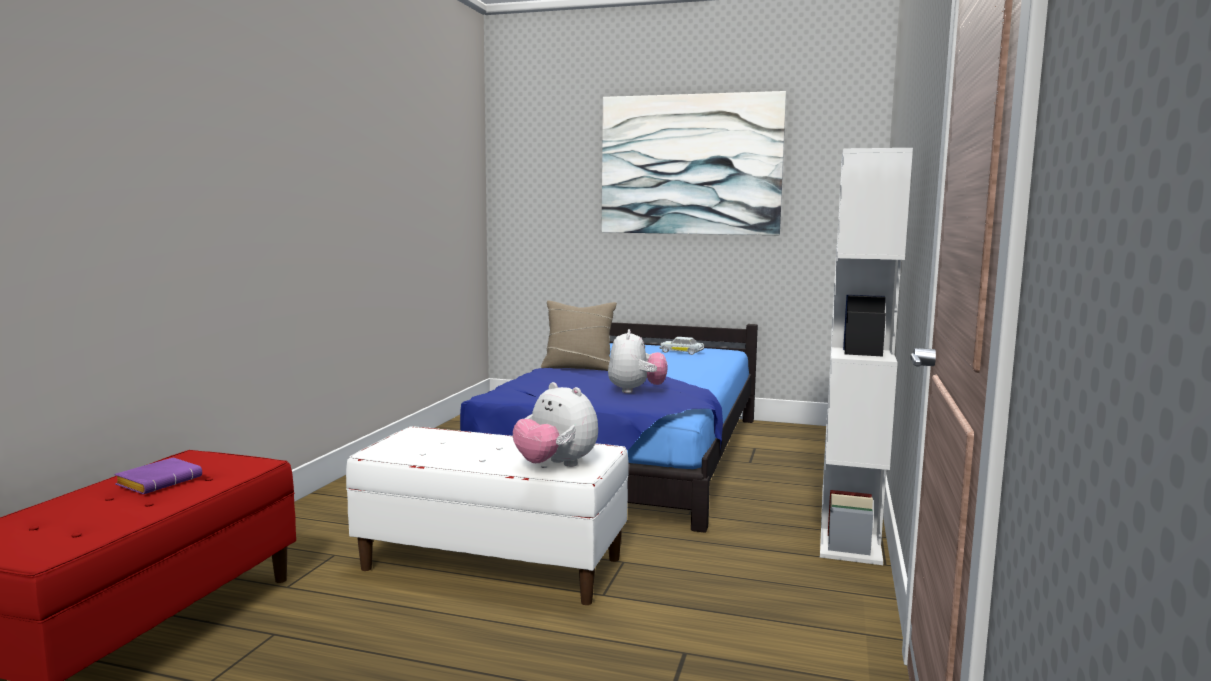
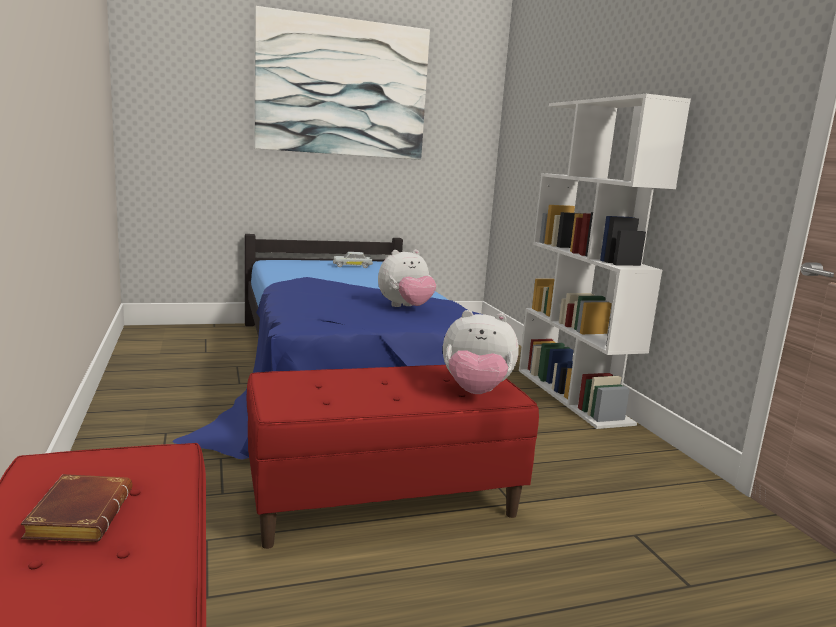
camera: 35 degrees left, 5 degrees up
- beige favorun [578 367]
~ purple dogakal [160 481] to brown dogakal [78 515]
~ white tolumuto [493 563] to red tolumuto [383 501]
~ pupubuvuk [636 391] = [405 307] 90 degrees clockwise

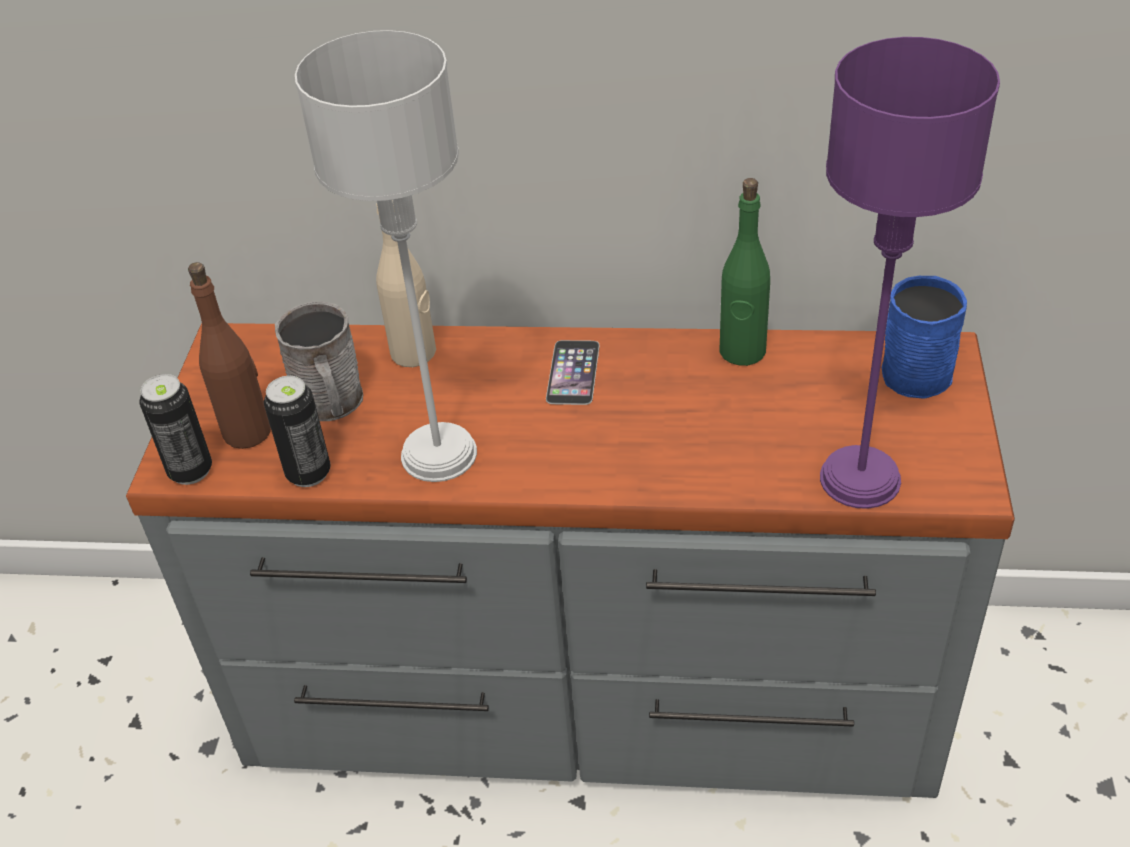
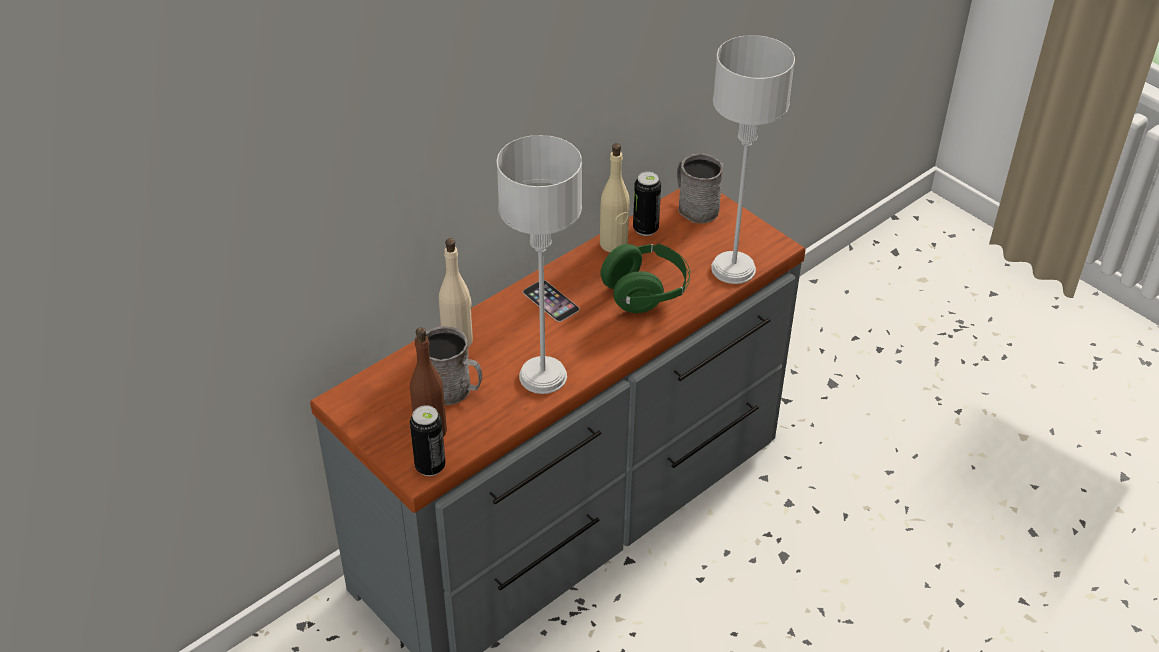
camera: 50 degrees left, 0 degrees up
+ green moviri [646 292]
~ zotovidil [308 473] to [645 229]
~ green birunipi [742 351] to beige birunipi [614 244]
~ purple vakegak [860 480] to grey vakegak [734 269]
~ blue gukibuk [916 366] to grey gukibuk [694 207]

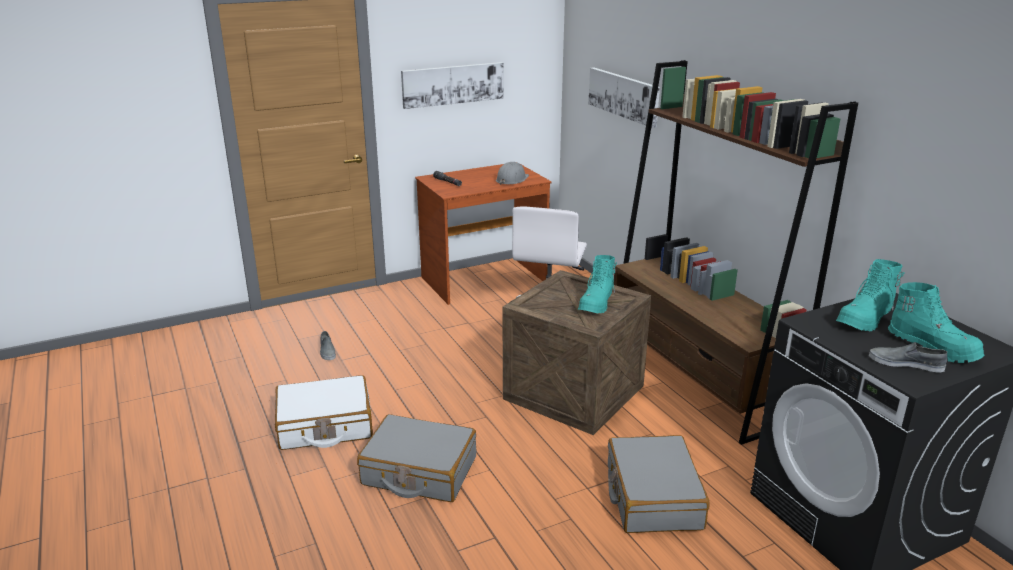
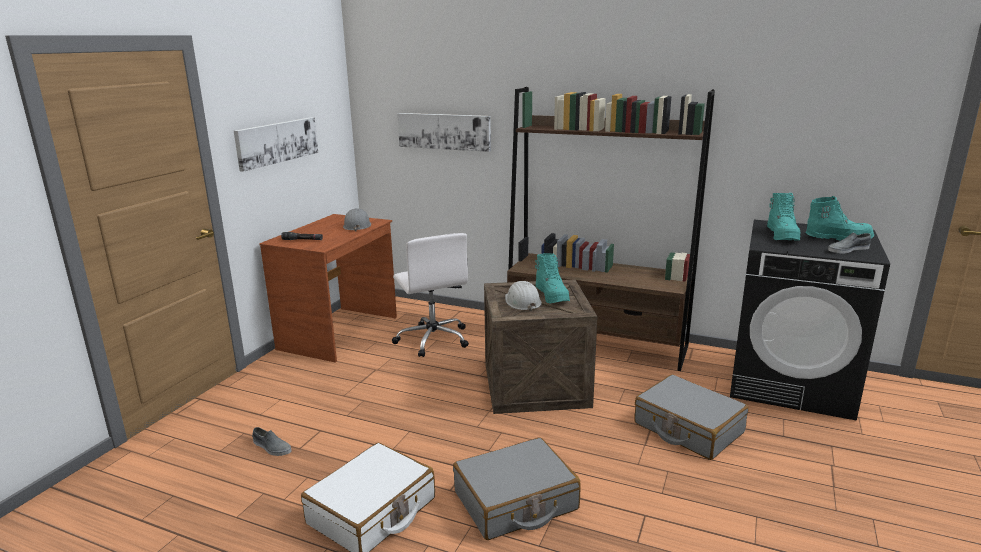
camera: 40 degrees left, 5 degrees down
+ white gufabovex [522 302]

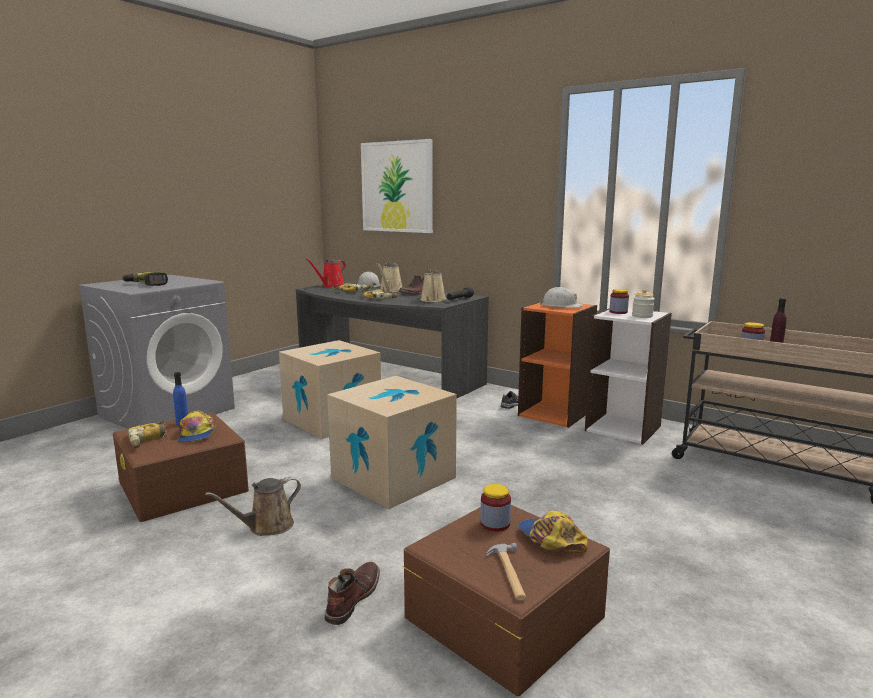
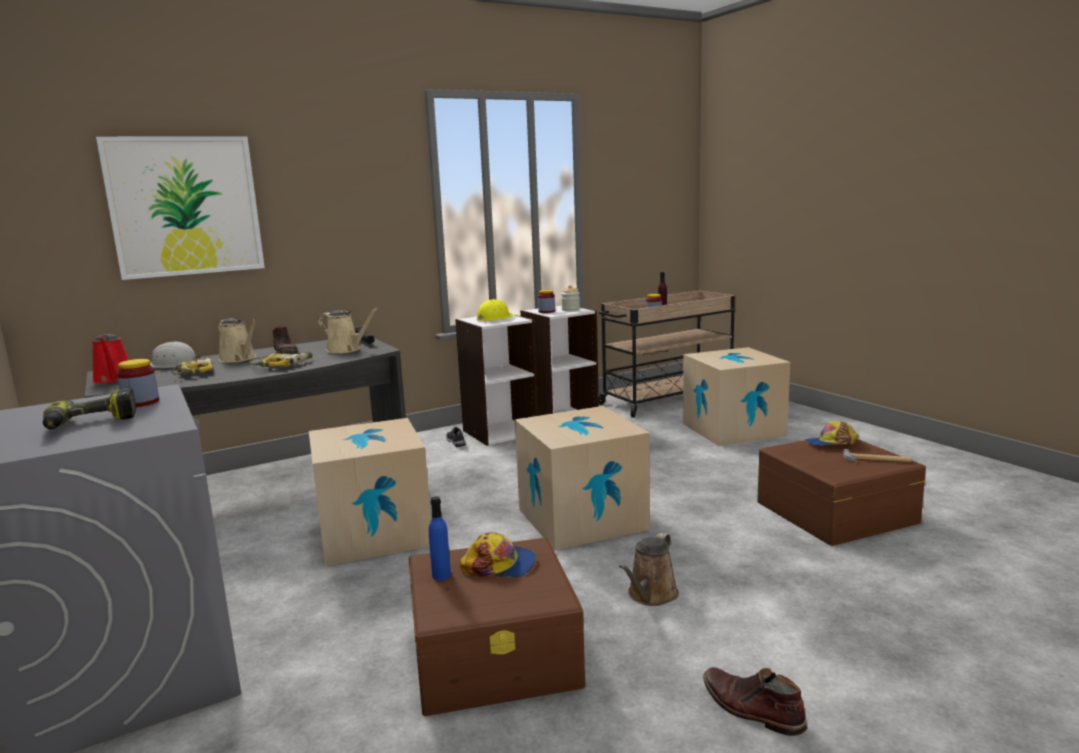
camera: 65 degrees left, 0 degrees up
- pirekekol [149 439]
+ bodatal [733 429]
~ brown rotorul [352 598] to [751 709]
~ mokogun [495 523] to [141 402]
~ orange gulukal [554 413] to white gulukal [500 432]
~ white gufabovex [561 305] to yellow gufabovex [494 318]
~ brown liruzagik [267 527] = [650 595] 45 degrees clockwise

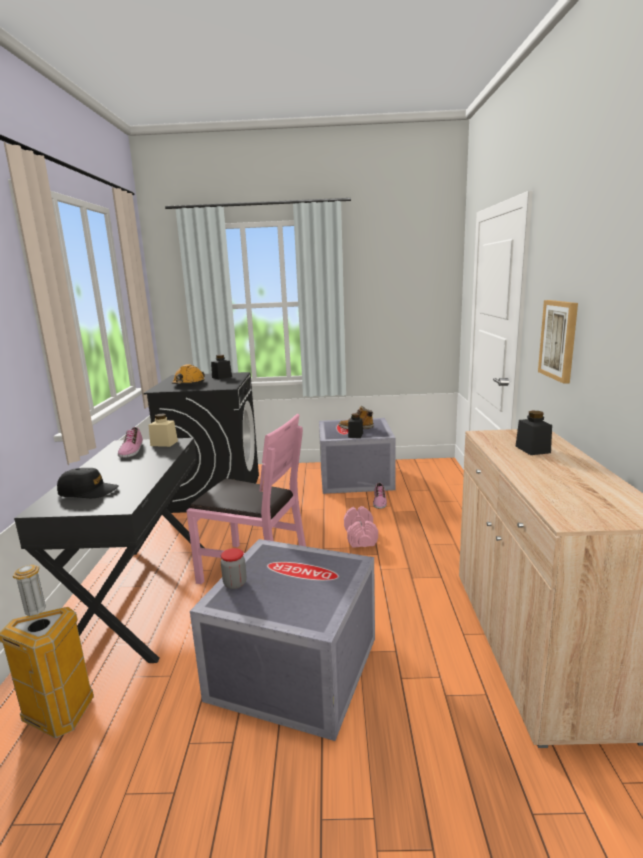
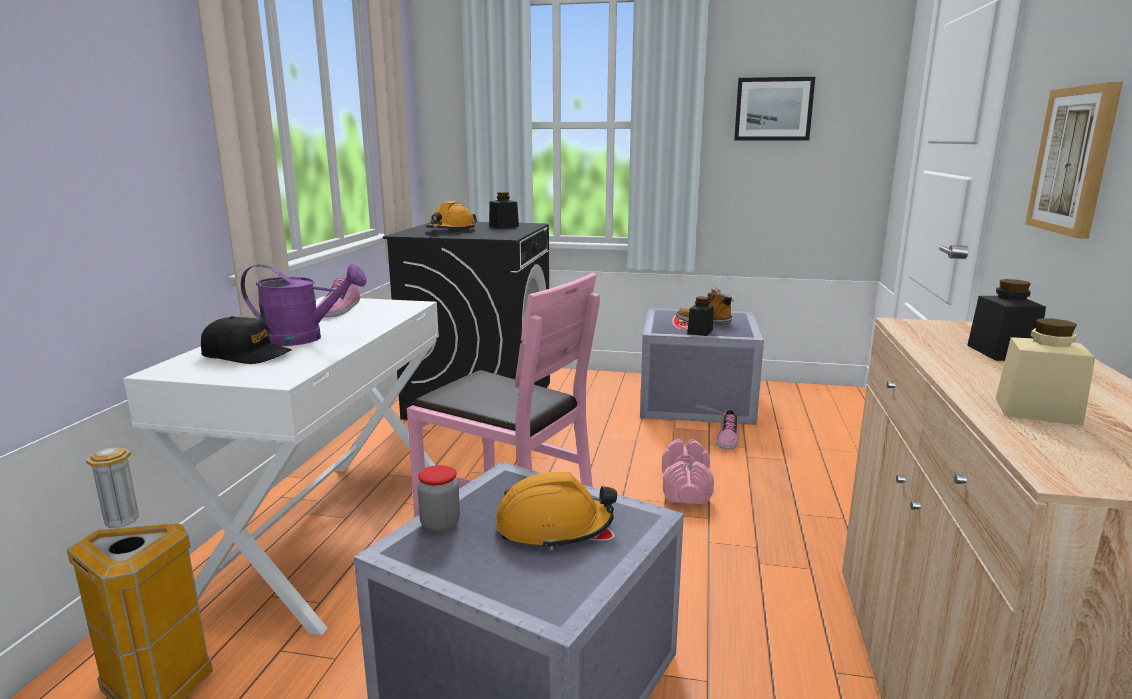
camera: 10 degrees right, 0 degrees up
+ purple liruzagik [304 338]
+ orange gufabovex [554 527]
+ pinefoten [773 109]
~ beige mokogun [164 443] to [1037 411]
~ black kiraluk [141 598] to white kiraluk [330 534]

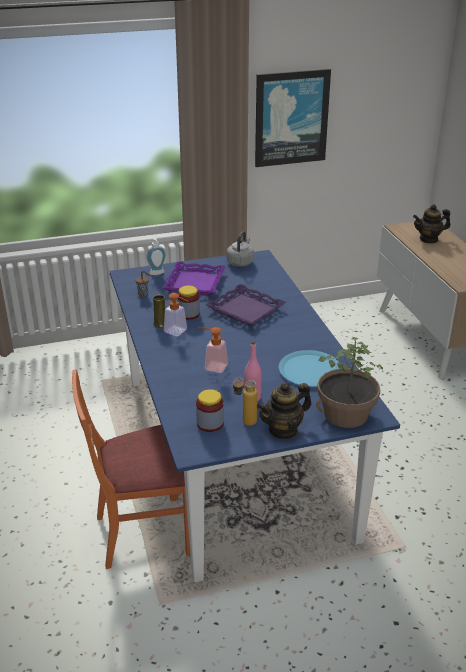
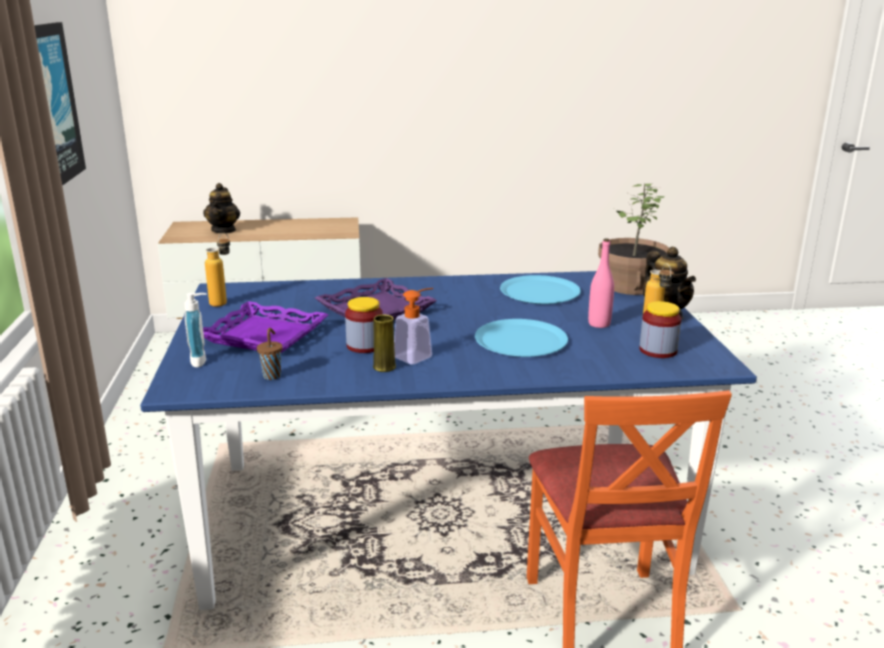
camera: 80 degrees left, 10 degrees down
~ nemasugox [212 366] to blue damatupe [521 340]
~ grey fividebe [240 262] to birunipi [223 301]

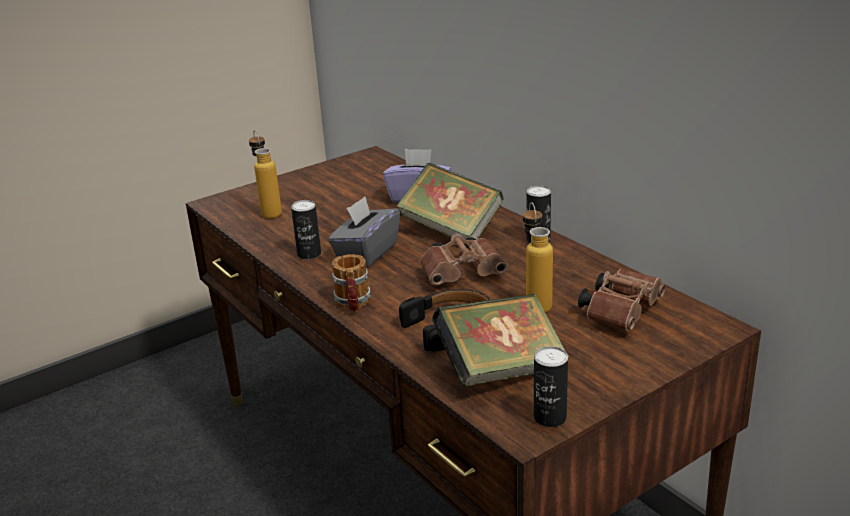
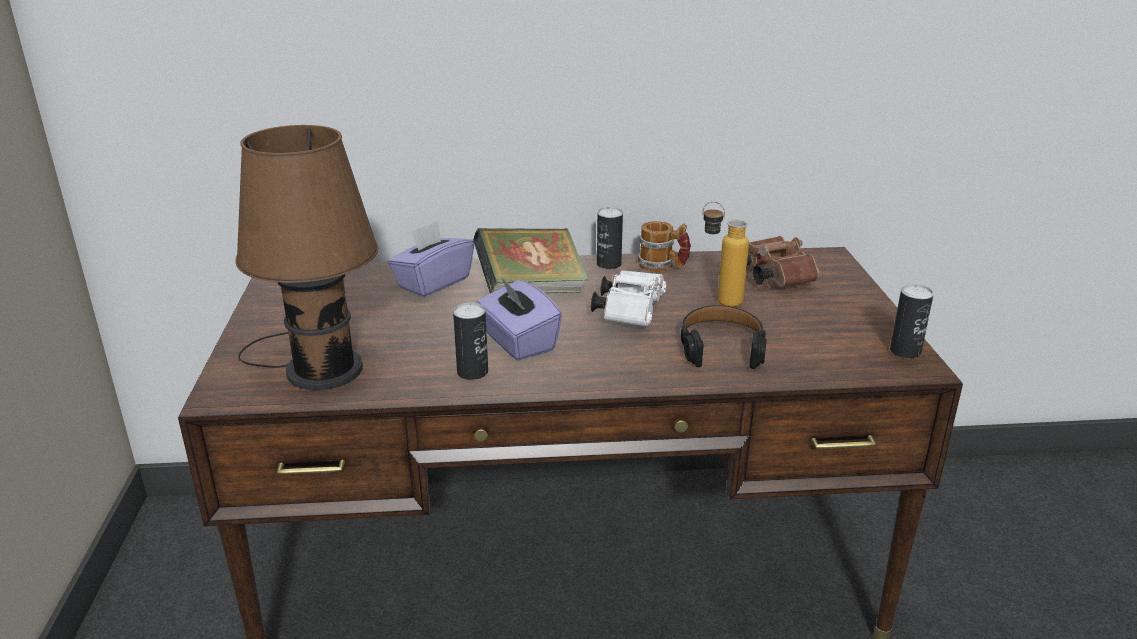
camera: 60 degrees left, 0 degrees up
- dogakal [500 371]
~ gukibuk [353 304] to [663 266]
~ birunipi [269 211] to brown vakegak [318 367]
~ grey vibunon [366 253] to purple vibunon [518 342]
~ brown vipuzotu [464 274] to white vipuzotu [630 311]

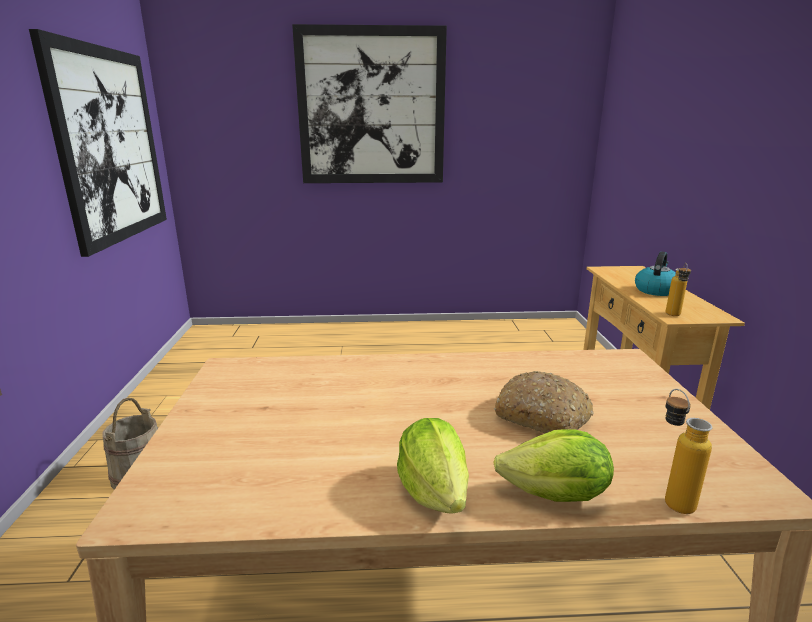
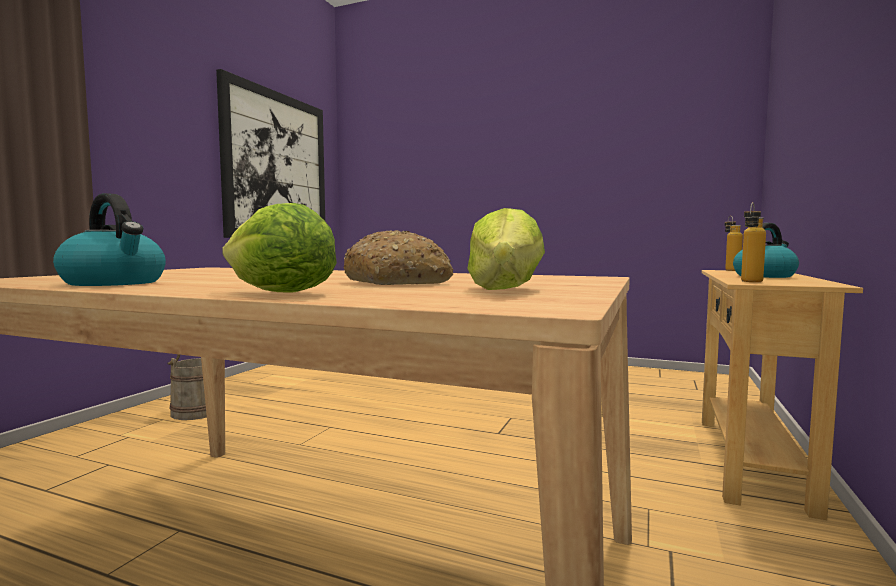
camera: 25 degrees right, 15 degrees down
- pinefoten [371 107]
+ fividebe [115 283]
~ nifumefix [434 491] to [506 289]
~ birunipi [670 497] to [730 270]

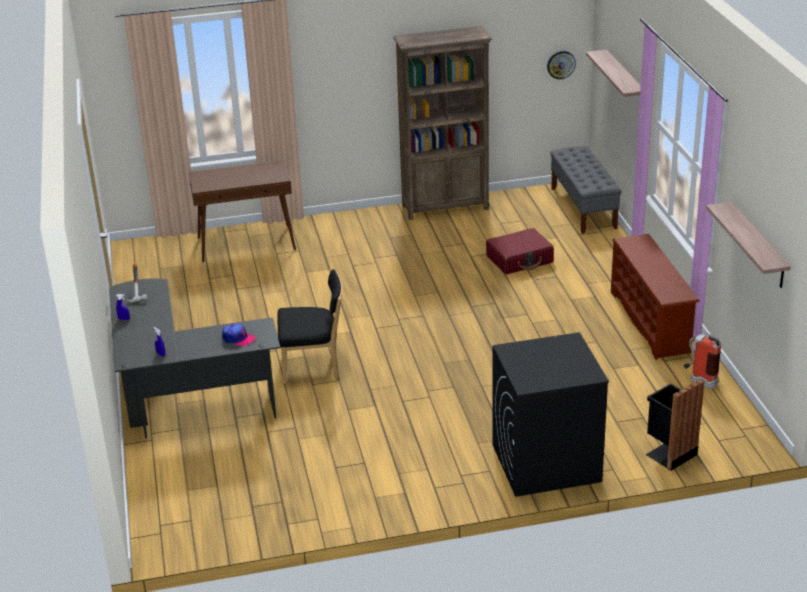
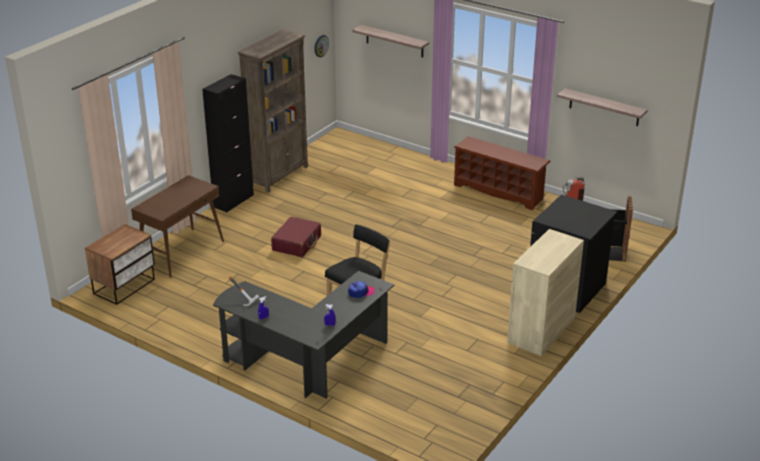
camera: 45 degrees left, 0 degrees up
- grey tolumuto [583 208]
+ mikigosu [125 286]
+ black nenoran [233 201]
+ beige nenoran [541 330]
~ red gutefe [520 259] to [297 243]

